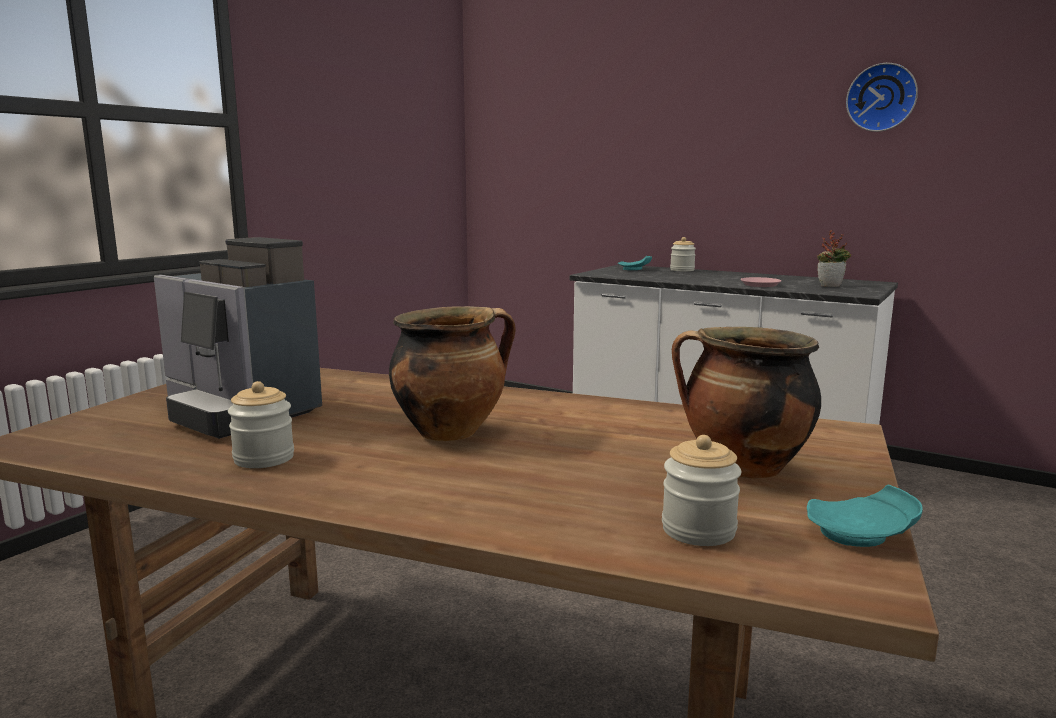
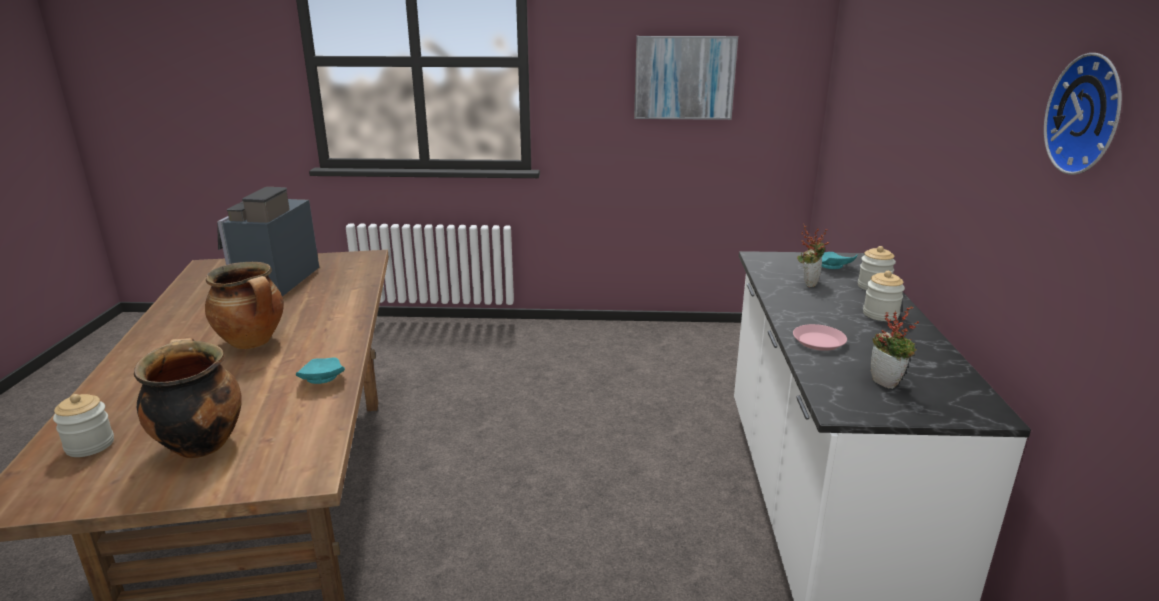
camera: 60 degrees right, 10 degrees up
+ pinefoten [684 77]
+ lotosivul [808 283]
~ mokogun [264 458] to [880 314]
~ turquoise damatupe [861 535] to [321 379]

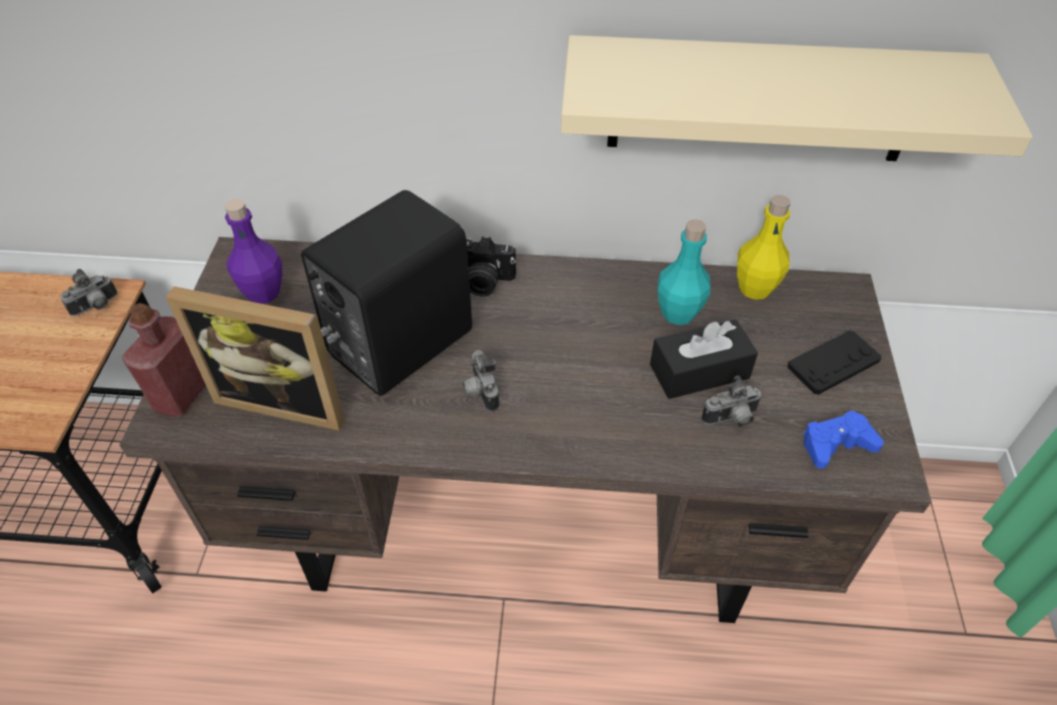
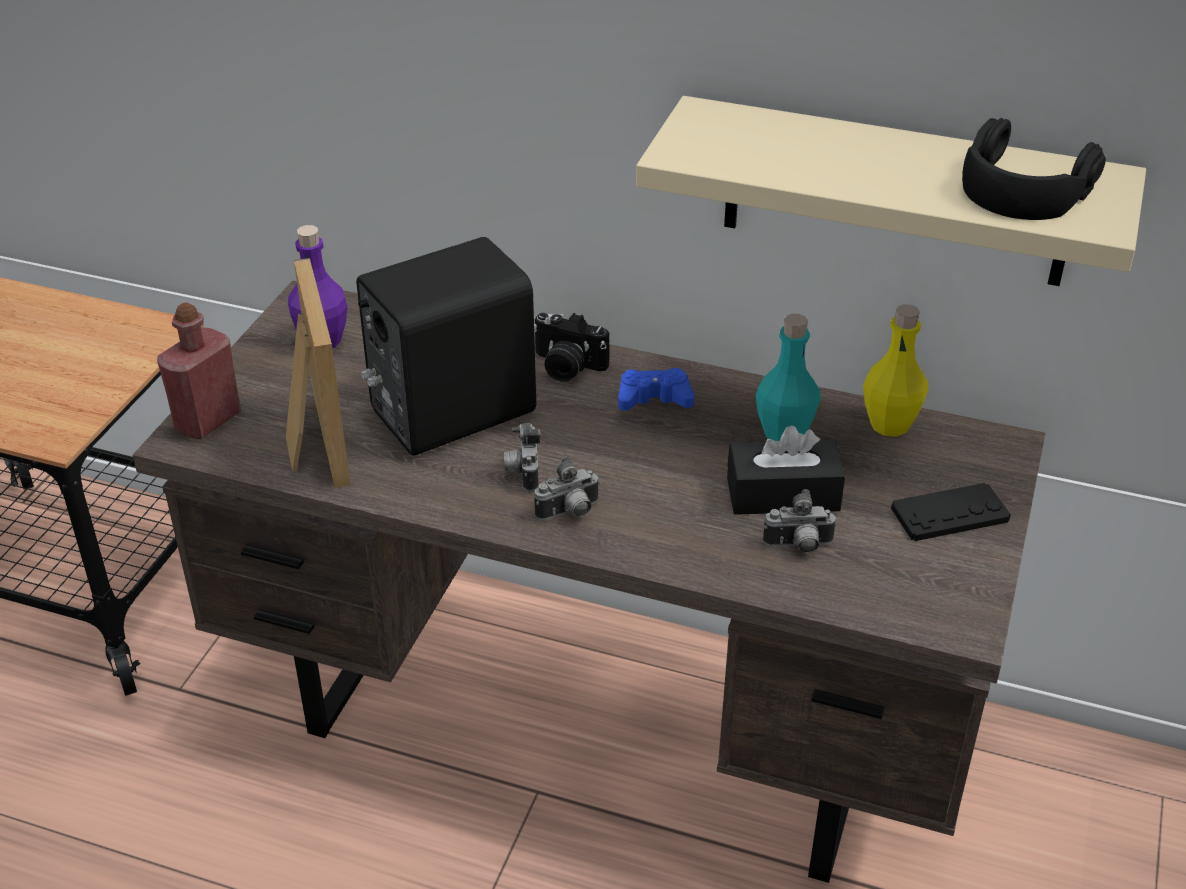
camera: 15 degrees right, 10 degrees down
+ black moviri [1023 188]
~ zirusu [96 307] to [570 513]
~ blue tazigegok [836 444] to [654 398]
~ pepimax [286 399] = [313 443] 135 degrees counterclockwise

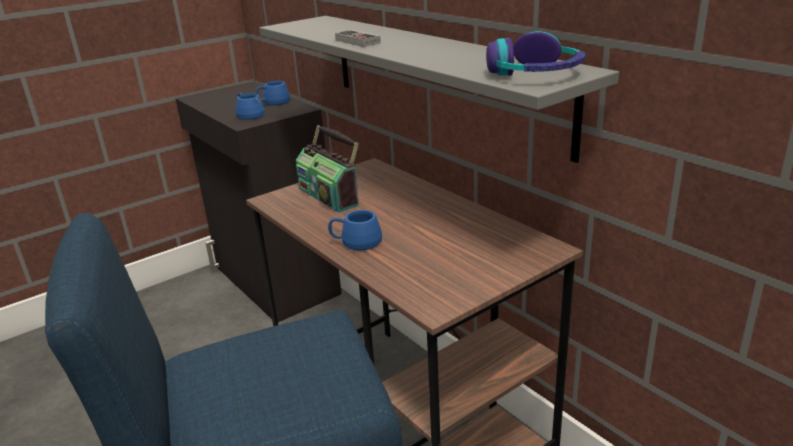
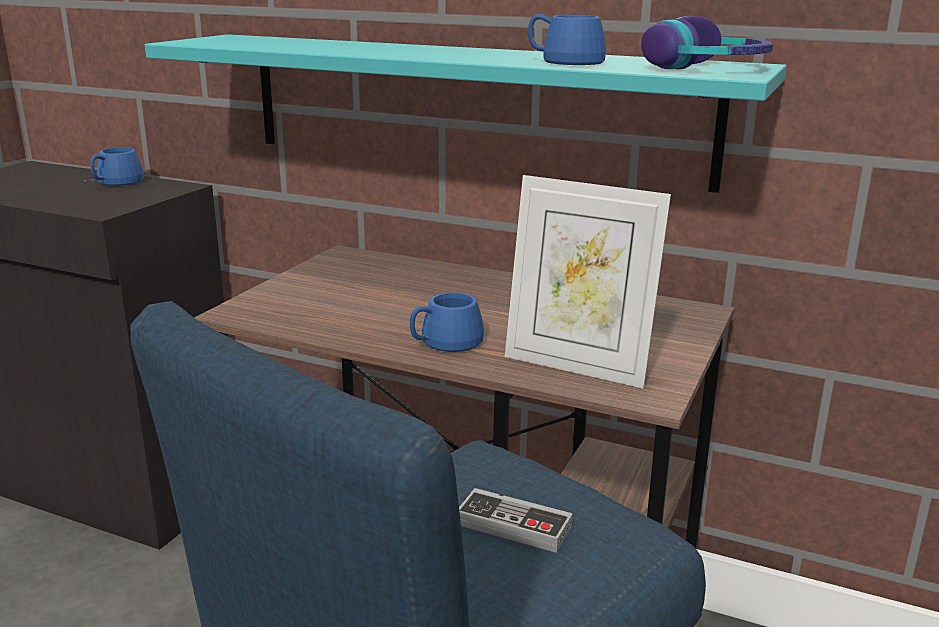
camera: 30 degrees left, 5 degrees down
- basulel [330 196]
+ pepimax [577 366]
~ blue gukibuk [252 114] to [567 61]
~ tazigegok [357 41] to [513 525]
~ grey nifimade [439 77] to turquoise nifimade [470 107]

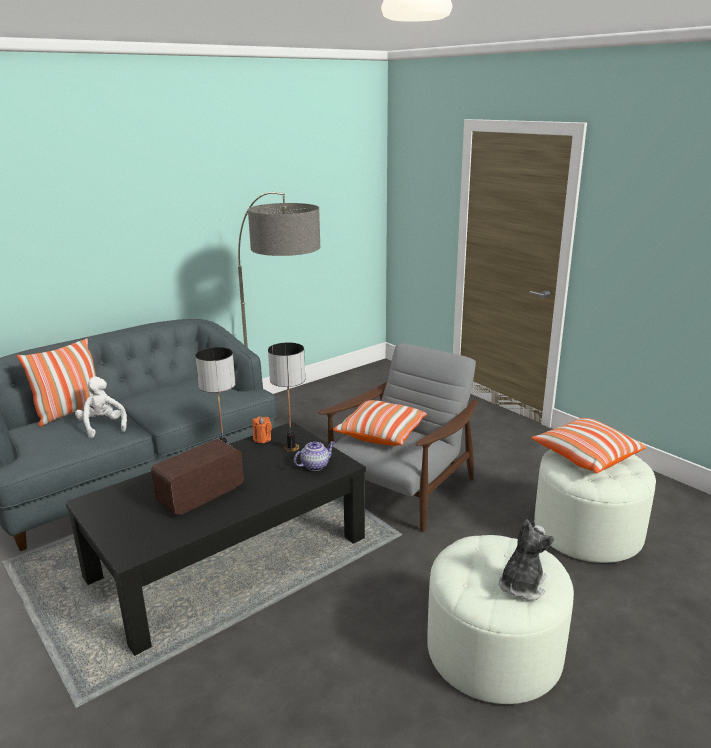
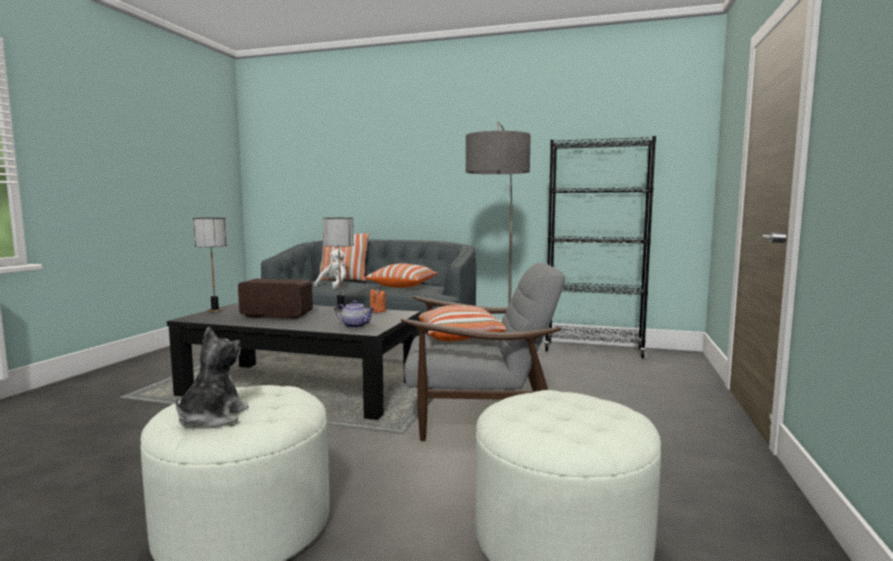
camera: 55 degrees right, 15 degrees down
+ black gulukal [593 350]
~ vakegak [291 448] to [215 310]
~ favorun [586 456] to [403 286]
~ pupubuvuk [521 585] = [212 418] 75 degrees counterclockwise

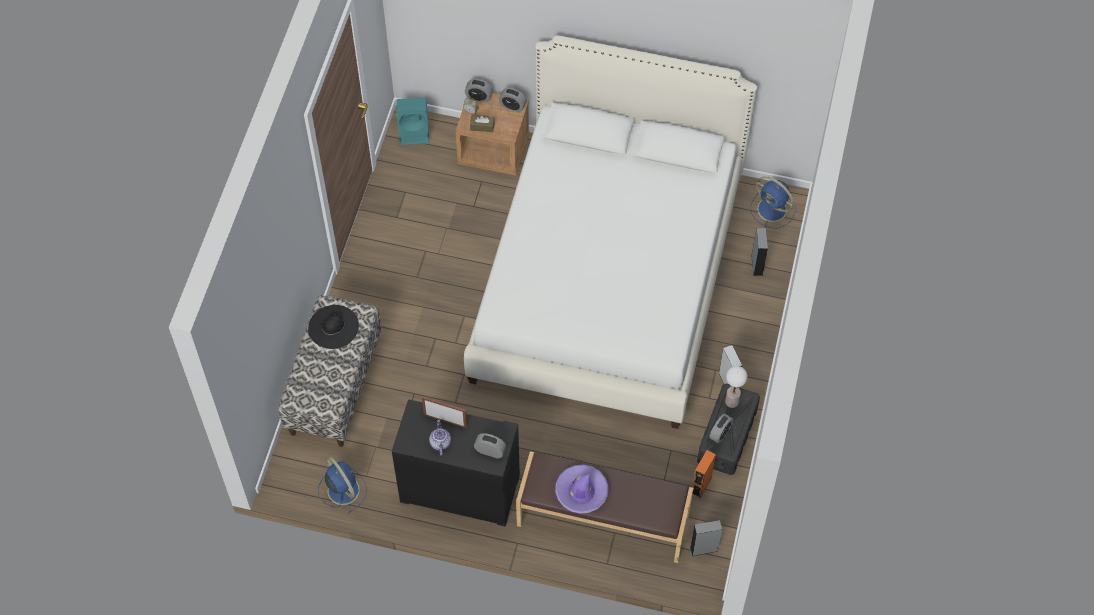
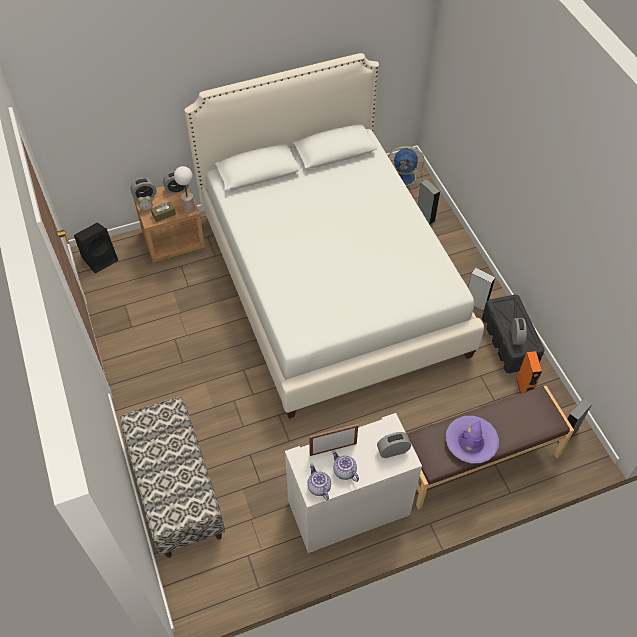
camera: 35 degrees left, 5 degrees down
- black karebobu [333 327]
- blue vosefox [342 489]
+ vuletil [318 487]
~ vakegak [732 401] to [189 208]
~ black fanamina [459 490] to white fanamina [349 510]
~ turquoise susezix [415 132] to black susezix [100 258]

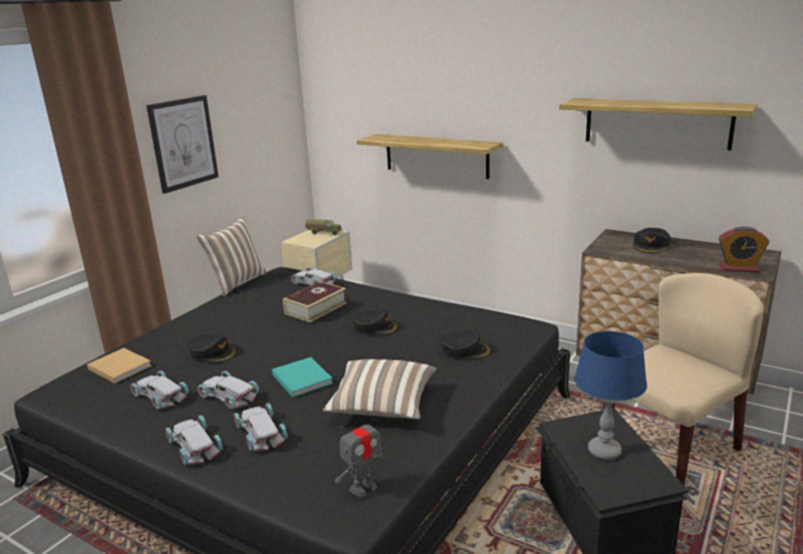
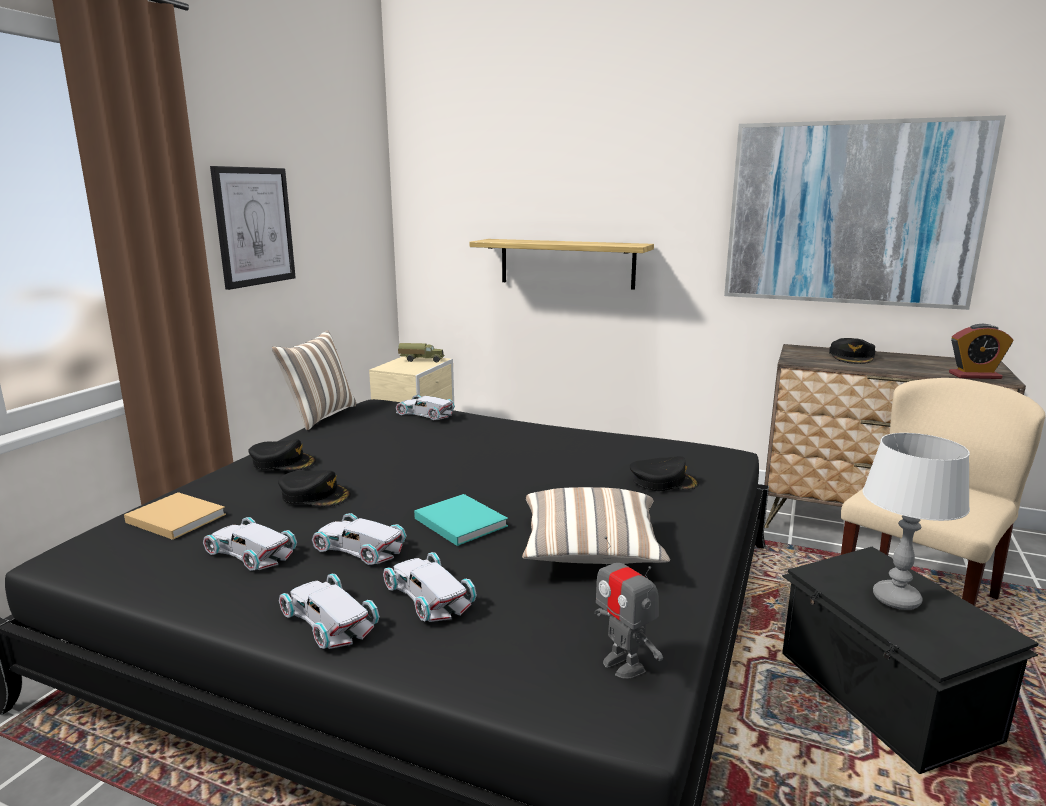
camera: 10 degrees left, 5 degrees down
- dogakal [315 308]
~ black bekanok [375 326] to [283 462]
~ nifimade [657 123] to pinefoten [850 214]
~ blue vakegak [604 451] to grey vakegak [896 599]
~ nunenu [363 487] = [623 664] 105 degrees clockwise

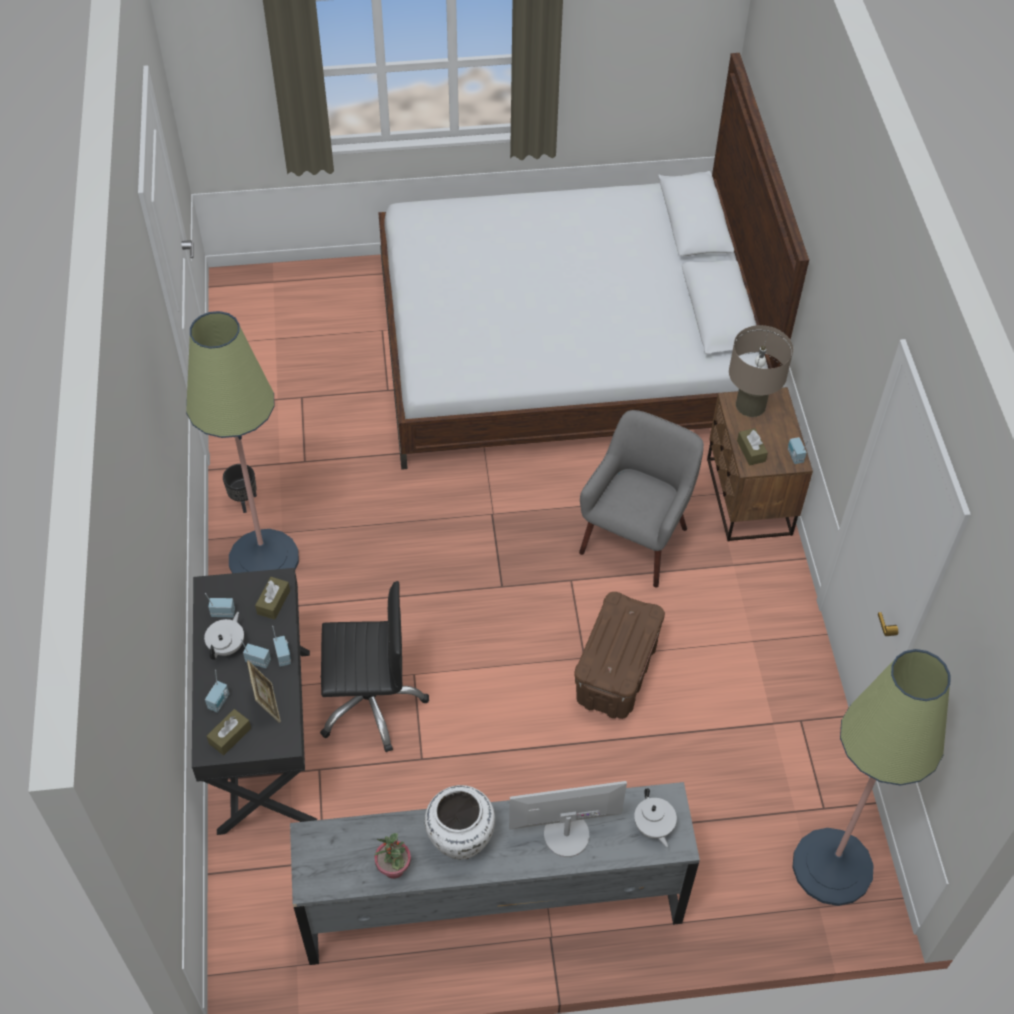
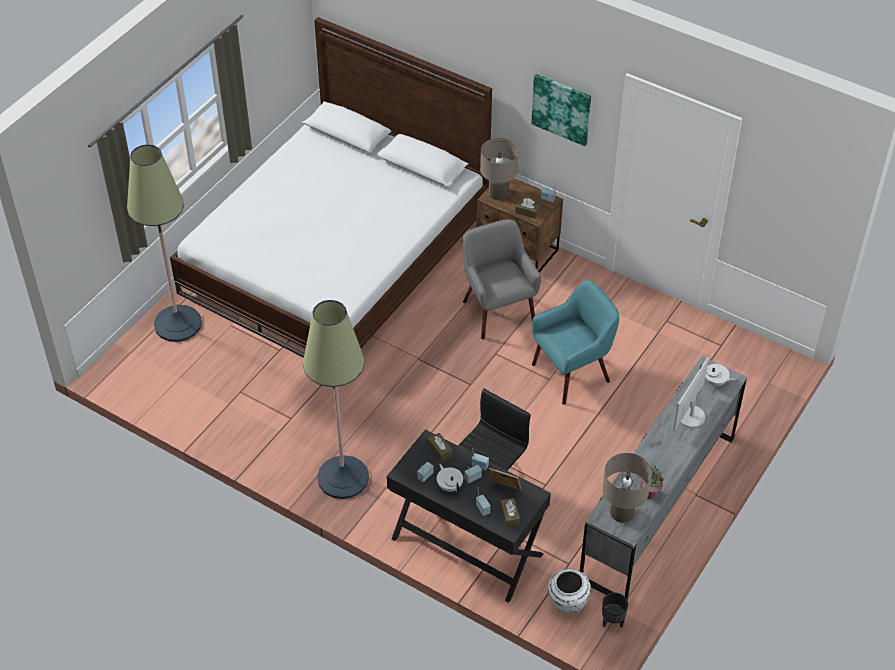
camera: 50 degrees left, 5 degrees down
+ pinefoten [562 108]
+ beige vakegak [622 512]
~ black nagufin [245 501] to [612 621]
~ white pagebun [460 838] to [567 603]
~ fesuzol [832 867] to [178 324]
~ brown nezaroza [616 675] to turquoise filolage [572 373]

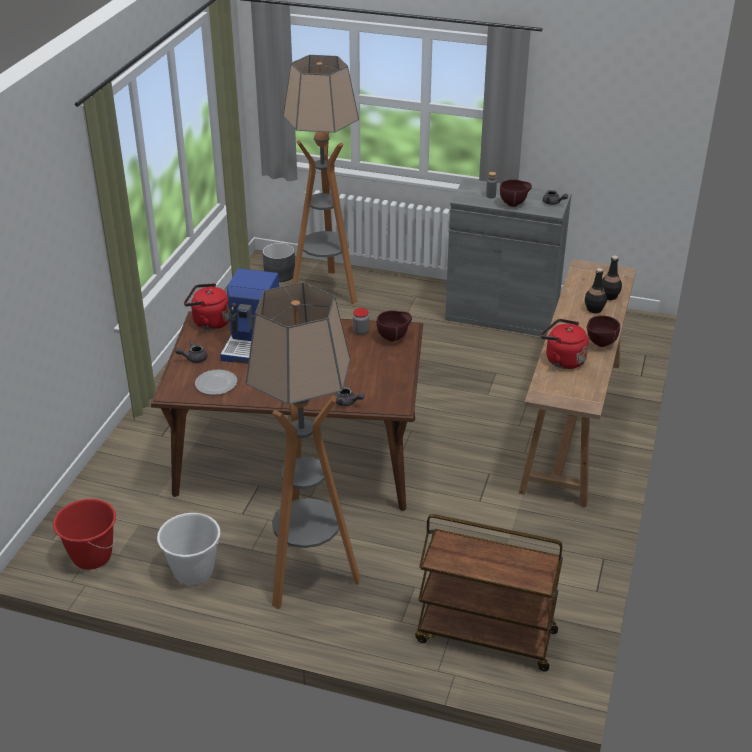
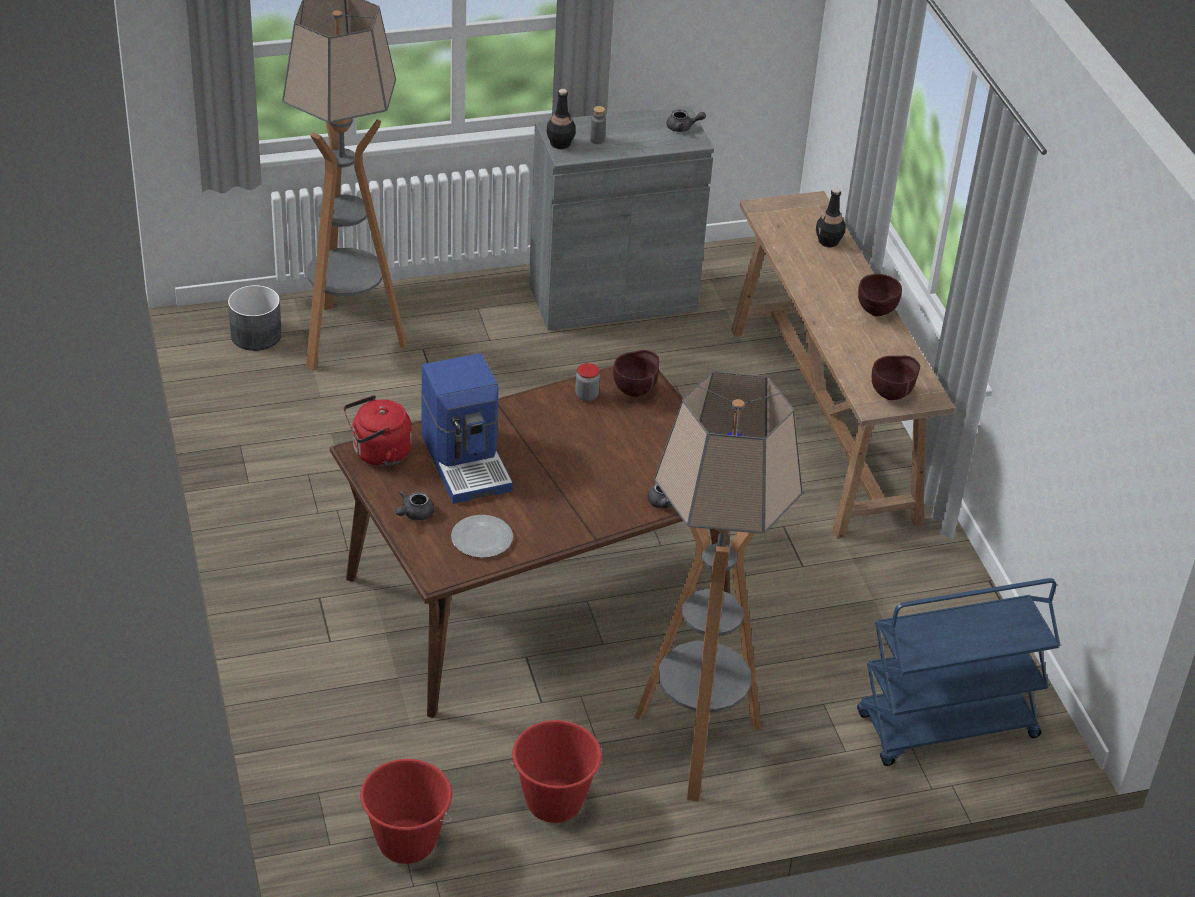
camera: 35 degrees left, 5 degrees up
- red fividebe [562 360]
~ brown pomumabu [514 204] to [892 394]
~ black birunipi [594 309] to [560 144]
~ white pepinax [193 571] to red pepinax [554 802]
~ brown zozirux [485 637] to blue zozirux [946 727]

